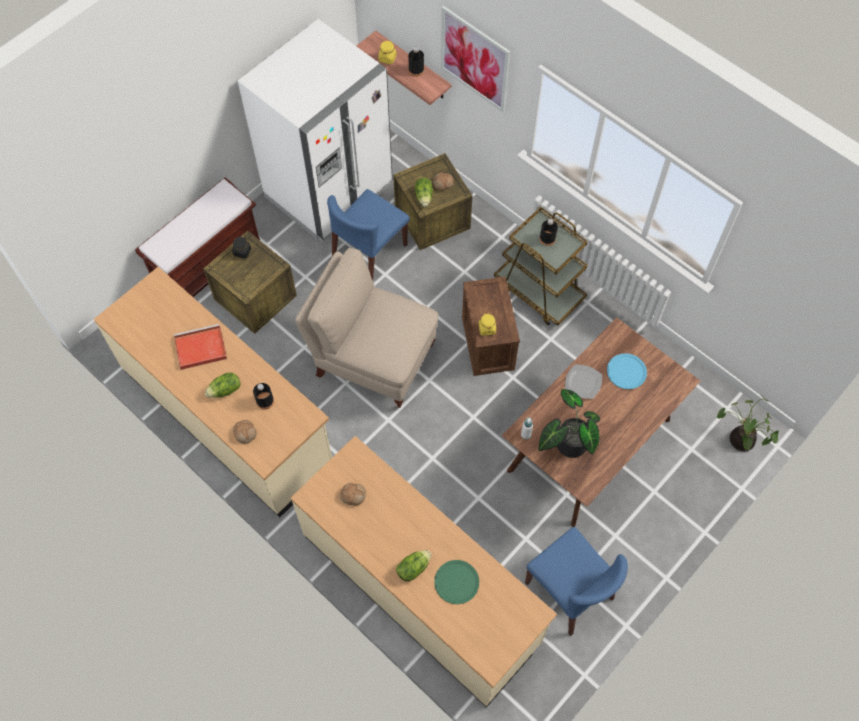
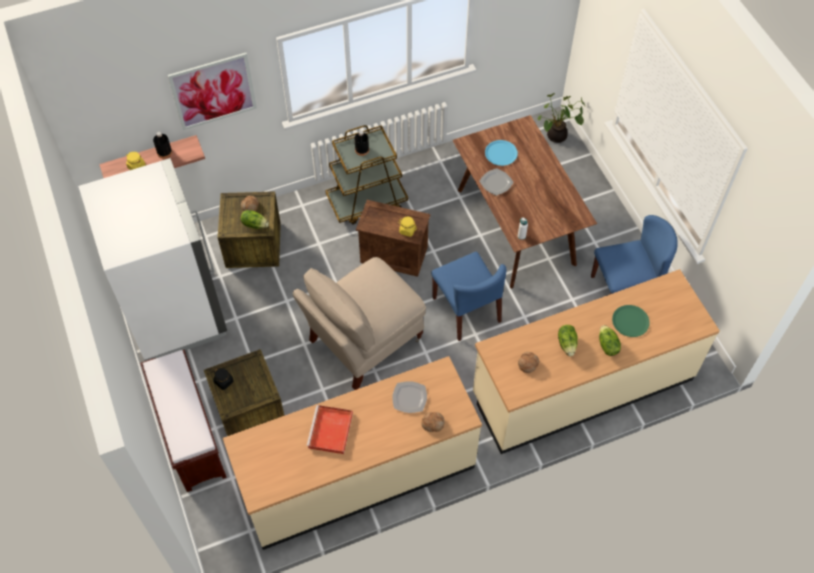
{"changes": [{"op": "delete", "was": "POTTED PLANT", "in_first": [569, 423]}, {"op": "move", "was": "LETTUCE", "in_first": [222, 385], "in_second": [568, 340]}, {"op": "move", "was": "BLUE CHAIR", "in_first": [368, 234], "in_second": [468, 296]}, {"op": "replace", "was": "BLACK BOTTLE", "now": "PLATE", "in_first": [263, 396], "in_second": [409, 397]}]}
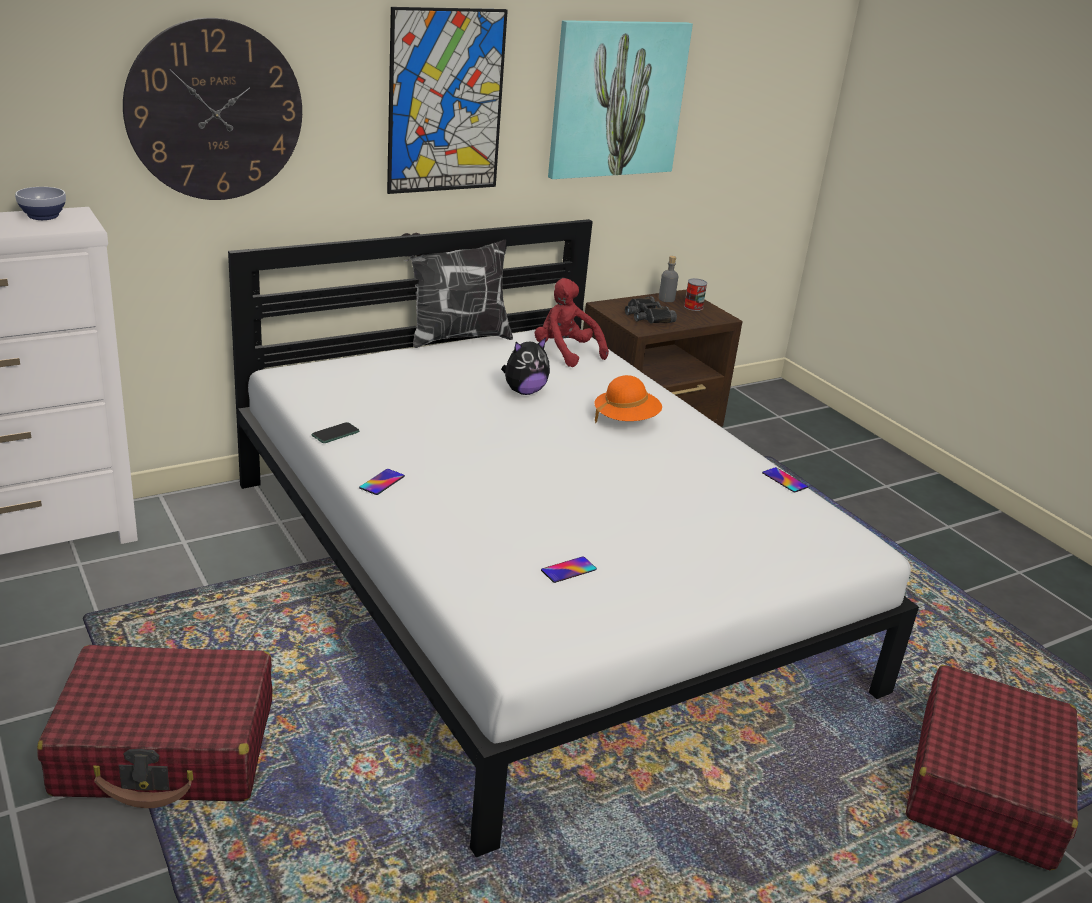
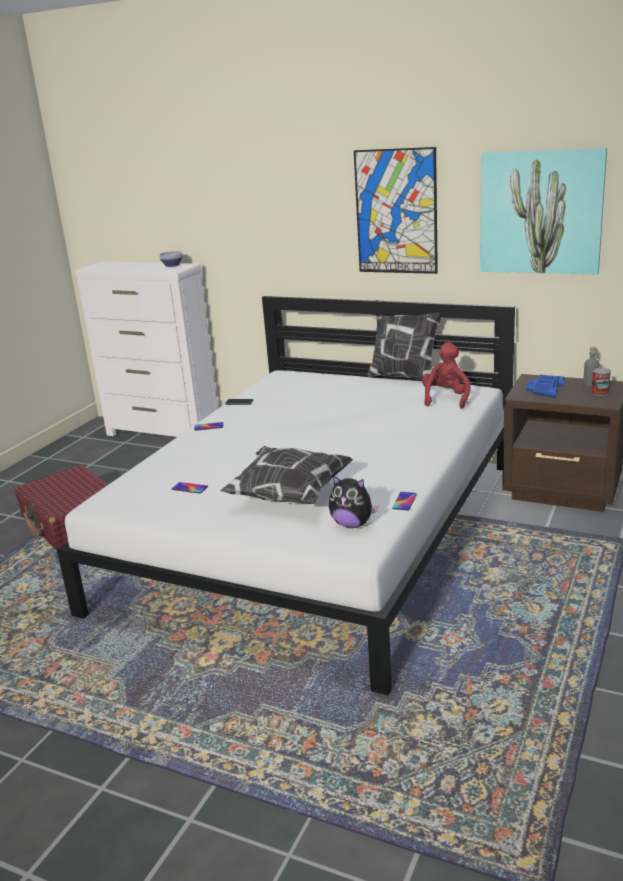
{"changes": [{"op": "delete", "was": "WALL CLOCK", "in_first": [212, 109]}, {"op": "delete", "was": "ORANGE HAT", "in_first": [628, 399]}, {"op": "delete", "was": "RED SUITCASE", "in_first": [994, 768]}, {"op": "insert", "now": "PILLOW", "in_second": [286, 475]}, {"op": "move", "was": "PLUSH TOY", "in_first": [525, 366], "in_second": [354, 501]}, {"op": "recolor", "was": "BLACK BINOCULARS", "now": "BLUE BINOCULARS", "in_first": [651, 310], "in_second": [545, 385]}]}
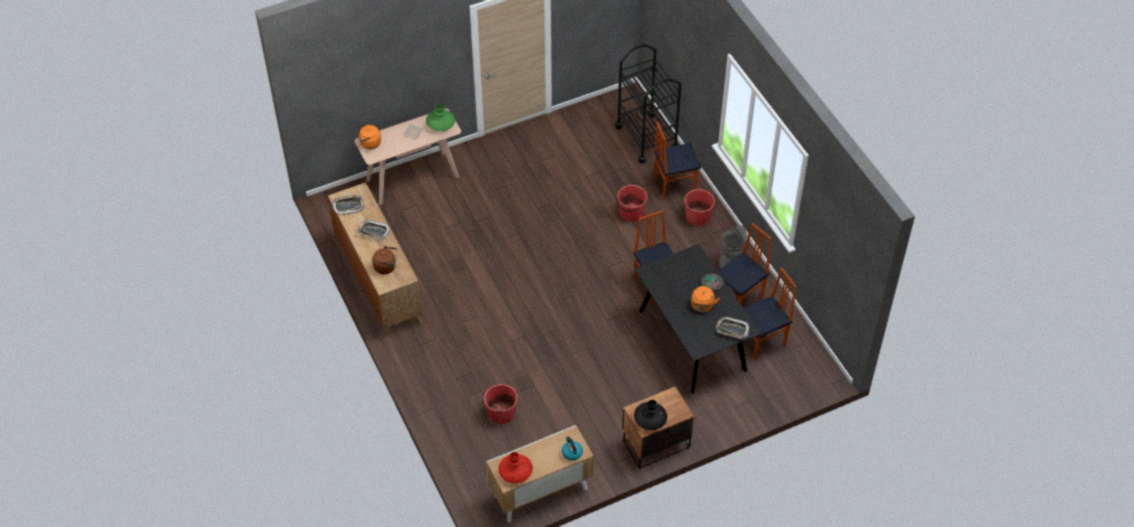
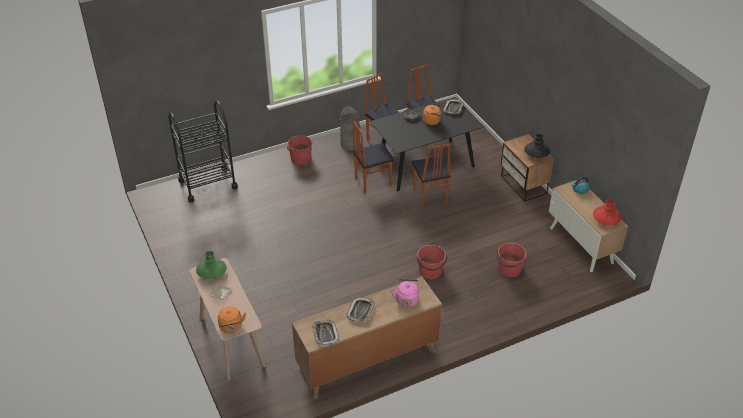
{"changes": [{"op": "move", "was": "RED BUCKET", "in_first": [632, 203], "in_second": [432, 262]}, {"op": "move", "was": "CHAIR", "in_first": [677, 161], "in_second": [431, 176]}, {"op": "recolor", "was": "BROWN KETTLE", "now": "PINK KETTLE", "in_first": [384, 260], "in_second": [405, 293]}]}
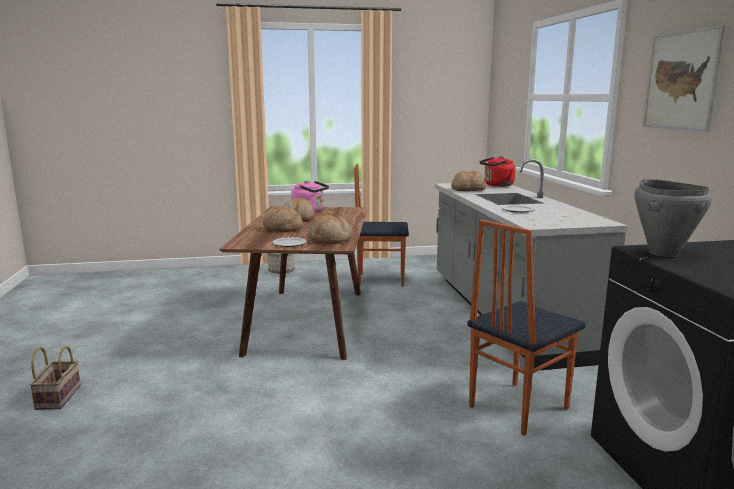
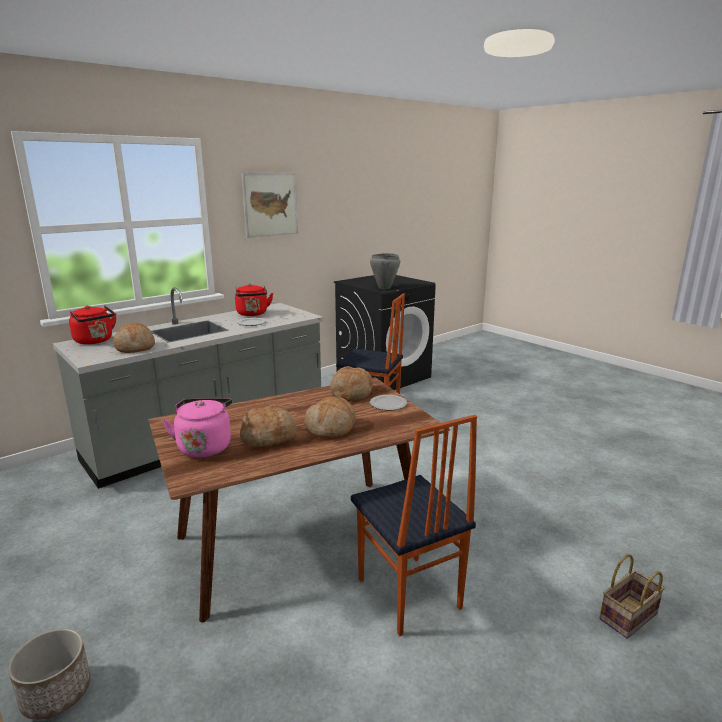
{"changes": [{"op": "insert", "now": "RED KETTLE", "in_second": [254, 300]}, {"op": "move", "was": "CHAIR", "in_first": [381, 225], "in_second": [414, 525]}]}
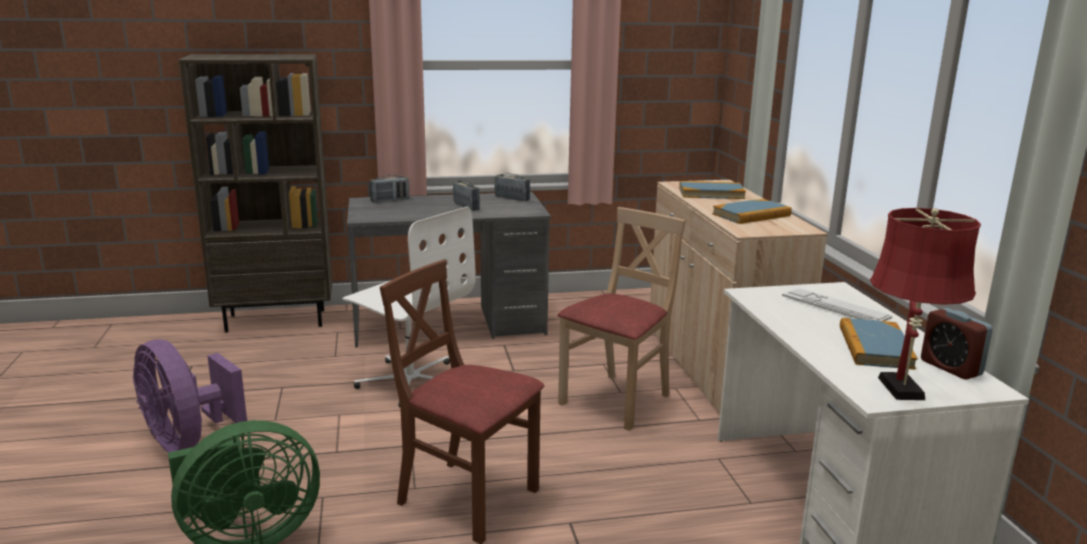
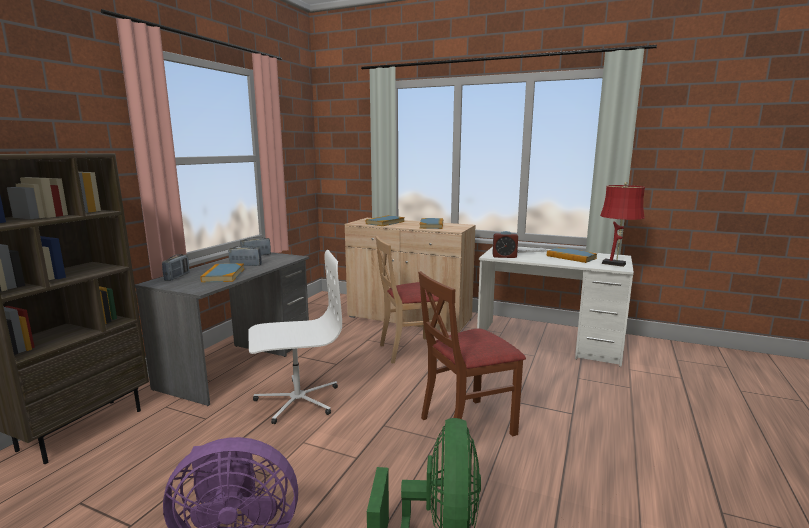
{"changes": [{"op": "insert", "now": "BOOK", "in_second": [222, 273]}, {"op": "move", "was": "ALARM CLOCK", "in_first": [957, 343], "in_second": [505, 244]}, {"op": "rotate", "was": "BEIGE CHAIR", "in_first": [621, 319], "in_second": [411, 300], "clockwise": -90}]}
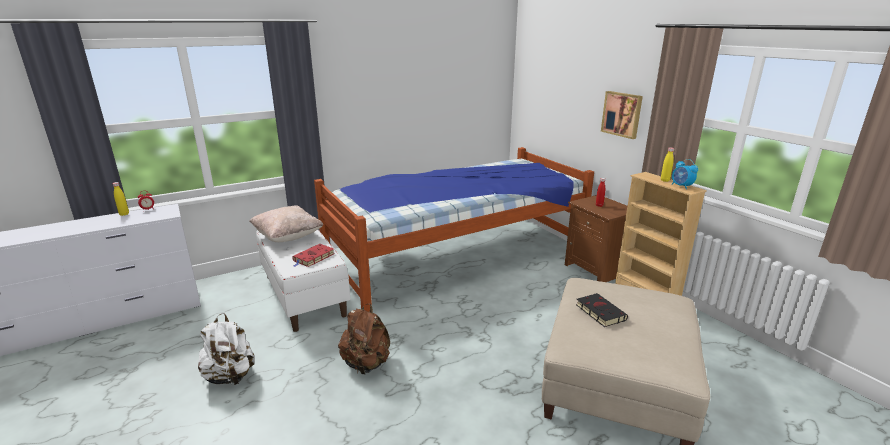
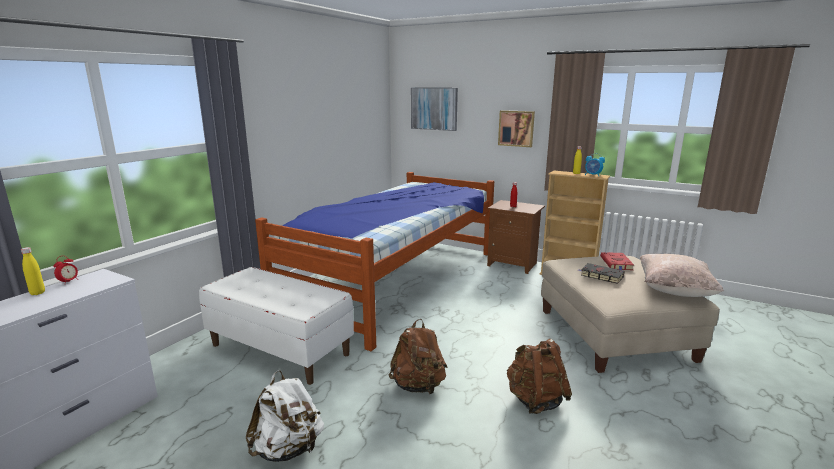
{"changes": [{"op": "insert", "now": "PICTURE", "in_second": [434, 109]}, {"op": "insert", "now": "BROWN BACKPACK", "in_second": [539, 376]}, {"op": "move", "was": "BEIGE PILLOW", "in_first": [286, 223], "in_second": [682, 275]}, {"op": "move", "was": "RED BOOK", "in_first": [313, 255], "in_second": [617, 261]}]}
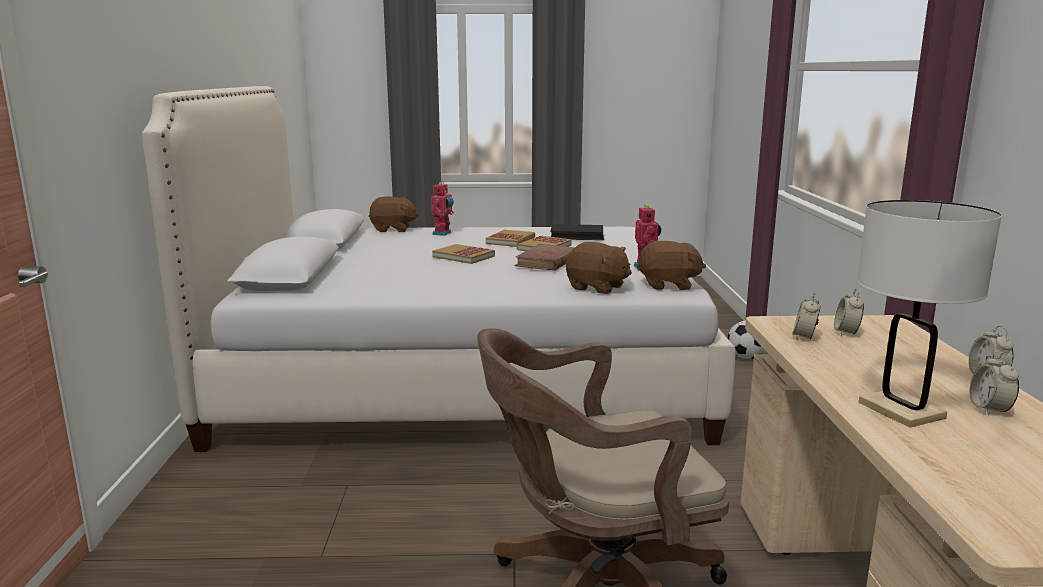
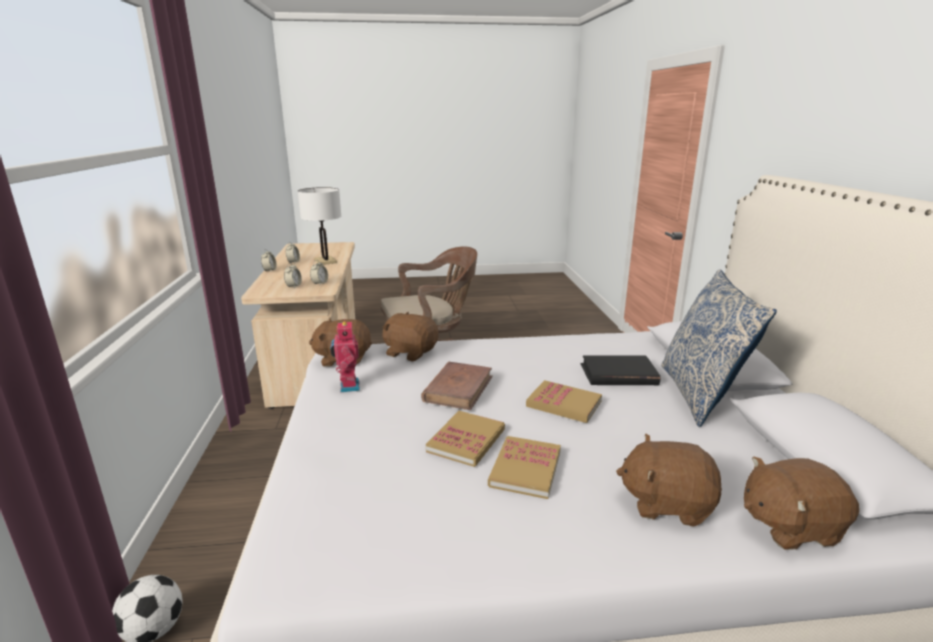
{"changes": [{"op": "insert", "now": "PILLOW", "in_second": [719, 348]}, {"op": "move", "was": "BLACK BOOK", "in_first": [577, 232], "in_second": [620, 370]}, {"op": "replace", "was": "TOY ROBOT", "now": "BROWN PLUSH TOY", "in_first": [442, 209], "in_second": [669, 480]}]}
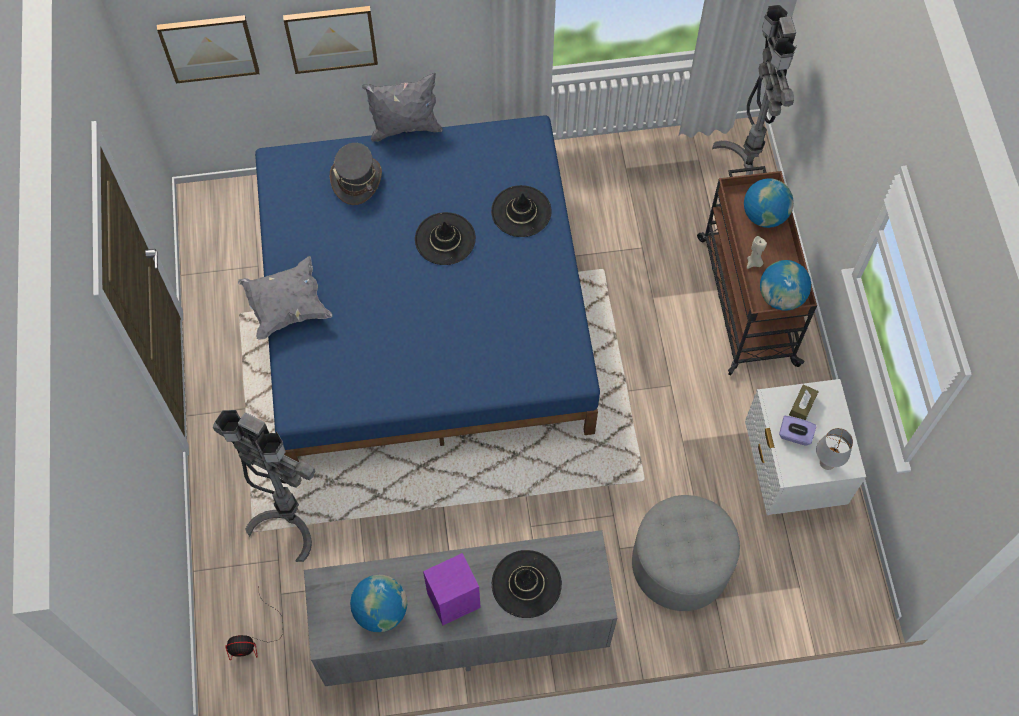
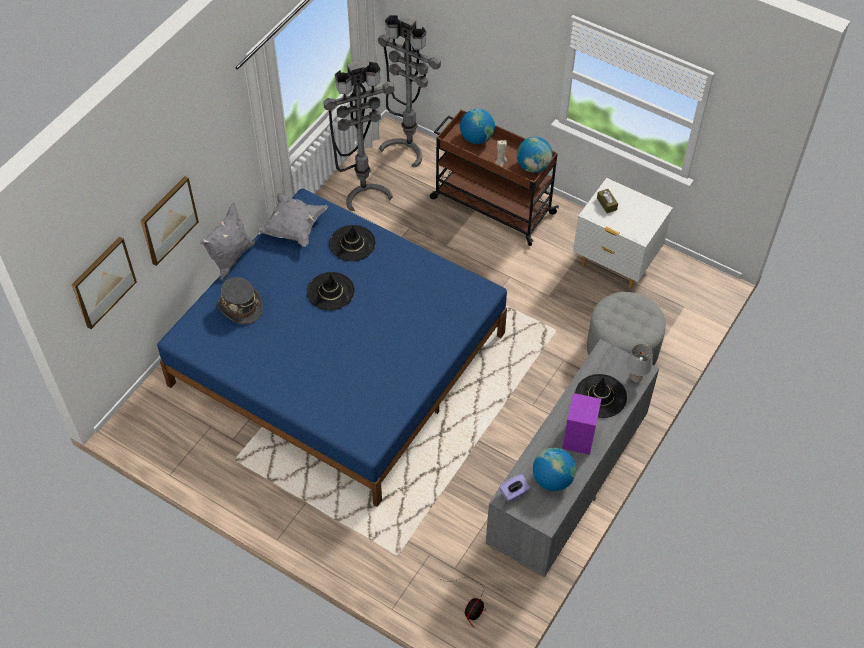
{"changes": [{"op": "move", "was": "GREY FLOOR LAMP", "in_first": [264, 486], "in_second": [358, 136]}, {"op": "move", "was": "GREY PILLOW", "in_first": [285, 298], "in_second": [292, 220]}, {"op": "move", "was": "PURPLE TISSUE BOX", "in_first": [798, 431], "in_second": [514, 488]}, {"op": "move", "was": "GREY TABLE LAMP", "in_first": [834, 449], "in_second": [639, 363]}]}
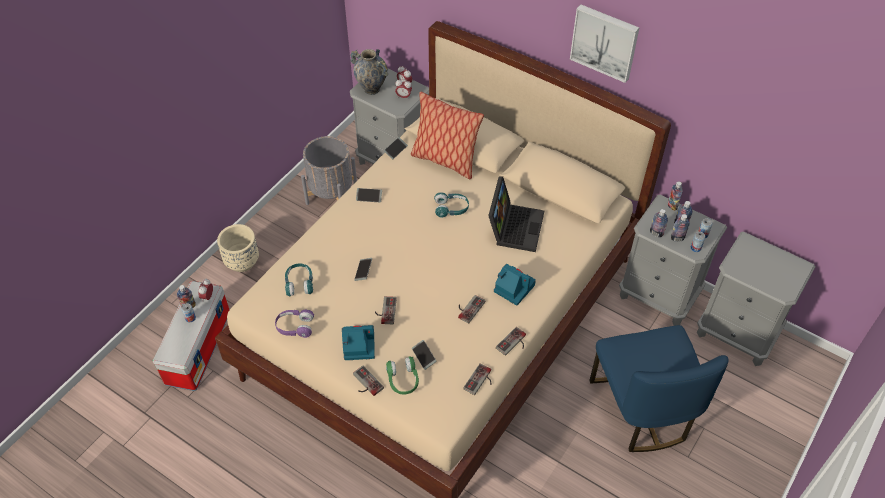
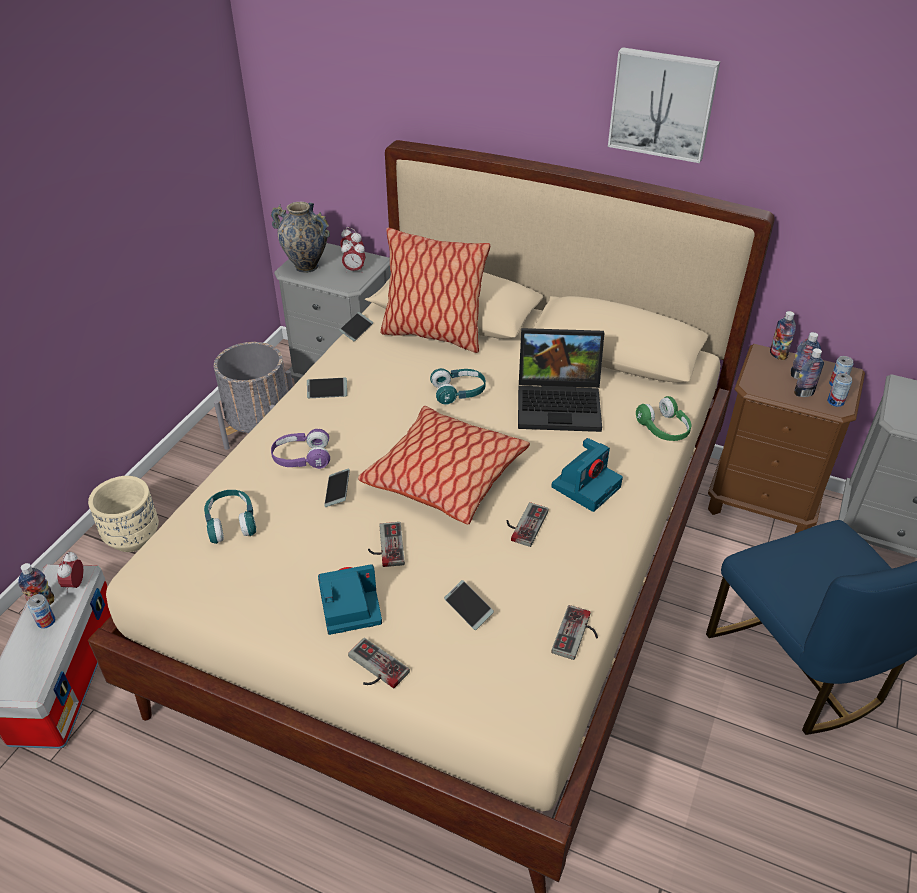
{"changes": [{"op": "delete", "was": "GAME CONTROLLER", "in_first": [511, 341]}, {"op": "delete", "was": "BOTTLE", "in_first": [659, 223]}, {"op": "insert", "now": "PILLOW", "in_second": [444, 465]}, {"op": "move", "was": "PURPLE HEADPHONES", "in_first": [294, 324], "in_second": [300, 449]}, {"op": "move", "was": "GREEN HEADPHONES", "in_first": [402, 375], "in_second": [663, 418]}, {"op": "recolor", "was": "GREY NIGHTSTAND", "now": "BROWN NIGHTSTAND", "in_first": [673, 260], "in_second": [786, 439]}, {"op": "rotate", "was": "LAPTOP", "in_first": [516, 214], "in_second": [561, 380], "clockwise": 90}, {"op": "rotate", "was": "PHOTO CAMERA", "in_first": [515, 285], "in_second": [587, 475], "clockwise": 105}]}
